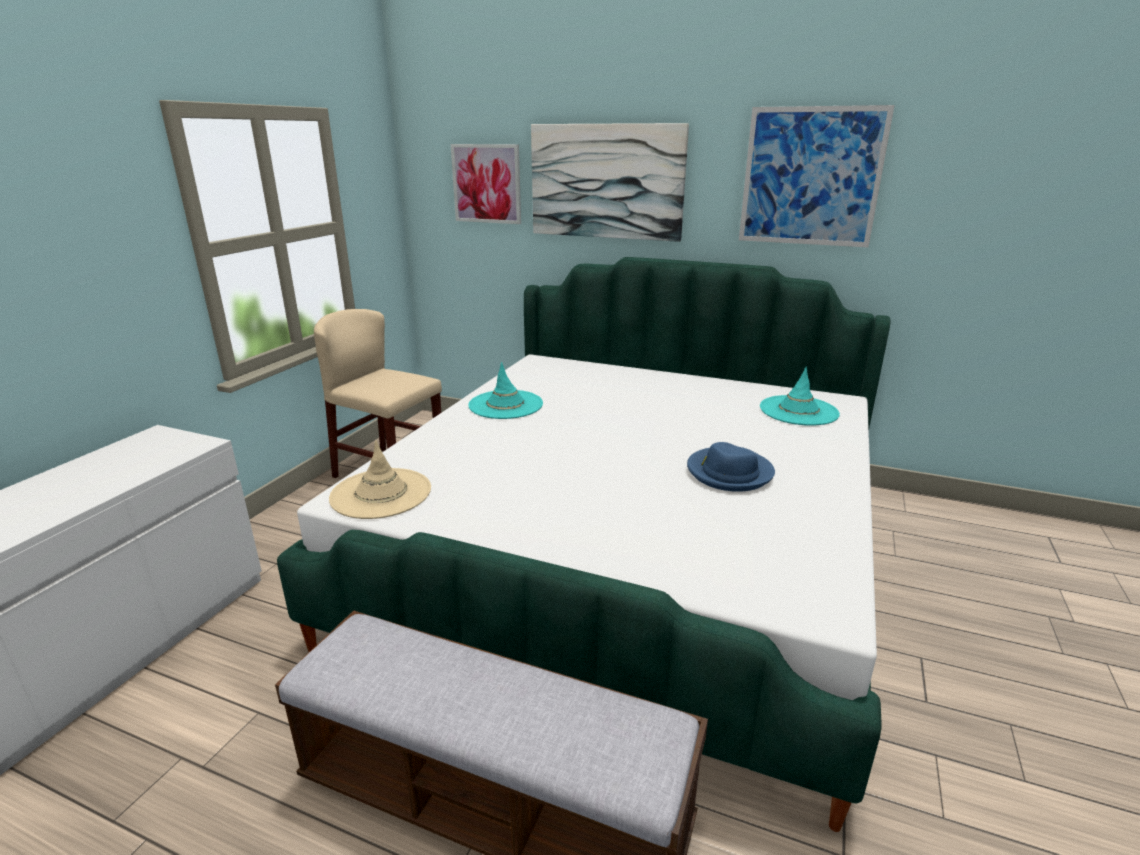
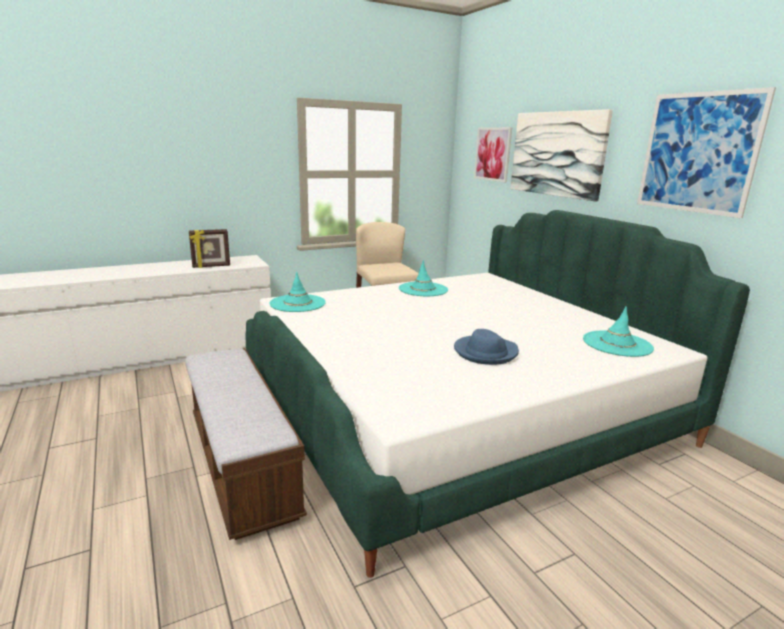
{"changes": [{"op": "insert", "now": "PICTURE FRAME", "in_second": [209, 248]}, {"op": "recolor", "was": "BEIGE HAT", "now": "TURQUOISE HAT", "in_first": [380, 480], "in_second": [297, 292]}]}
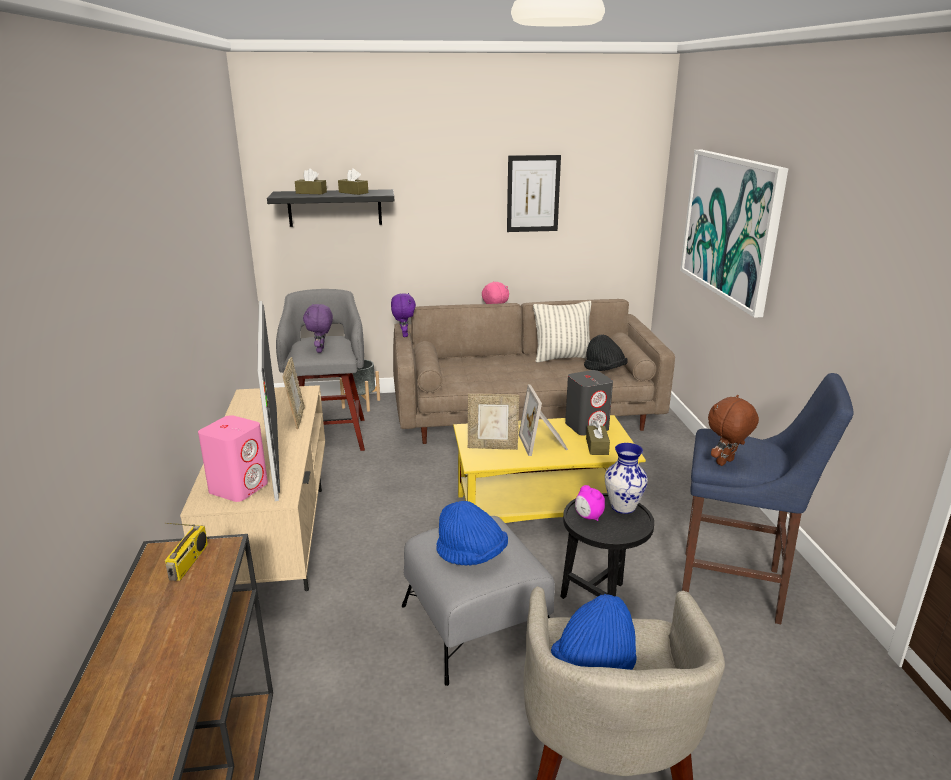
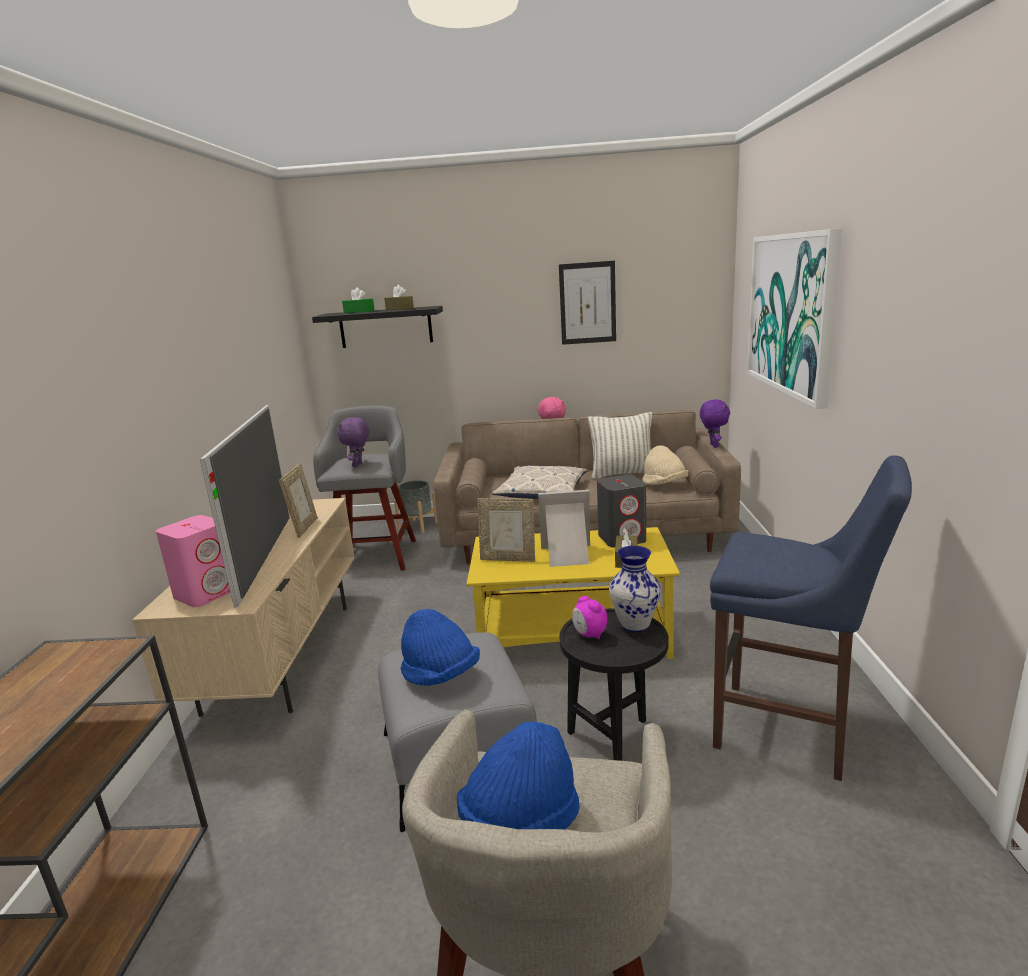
{"changes": [{"op": "delete", "was": "RADIO", "in_first": [186, 552]}, {"op": "delete", "was": "BROWN PLUSH TOY", "in_first": [733, 430]}, {"op": "insert", "now": "PILLOW", "in_second": [539, 482]}, {"op": "move", "was": "PURPLE PLUSH TOY", "in_first": [403, 315], "in_second": [715, 424]}, {"op": "recolor", "was": "BROWN TISSUE BOX", "now": "GREEN TISSUE BOX", "in_first": [311, 181], "in_second": [358, 300]}, {"op": "recolor", "was": "BLACK HAT", "now": "BEIGE HAT", "in_first": [605, 353], "in_second": [665, 465]}, {"op": "rotate", "was": "PICTURE FRAME", "in_first": [543, 420], "in_second": [564, 528], "clockwise": 90}]}
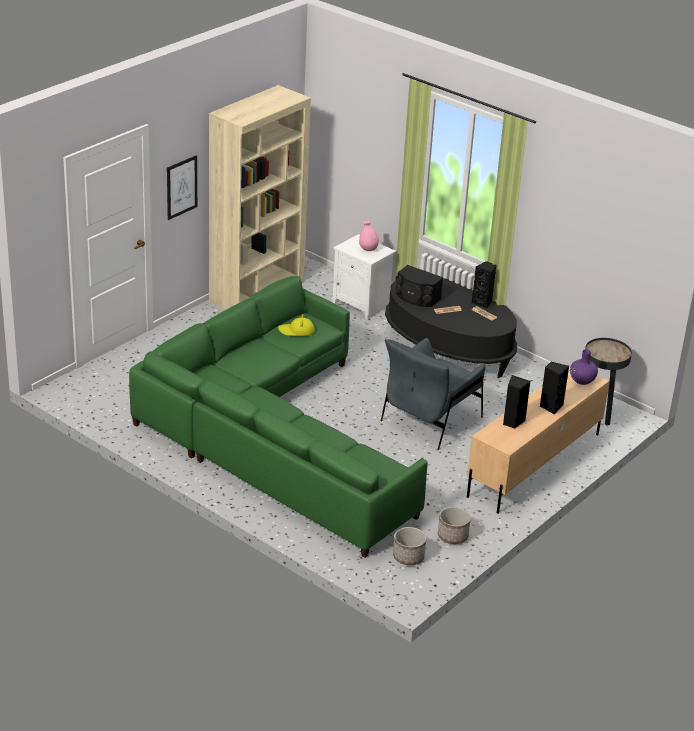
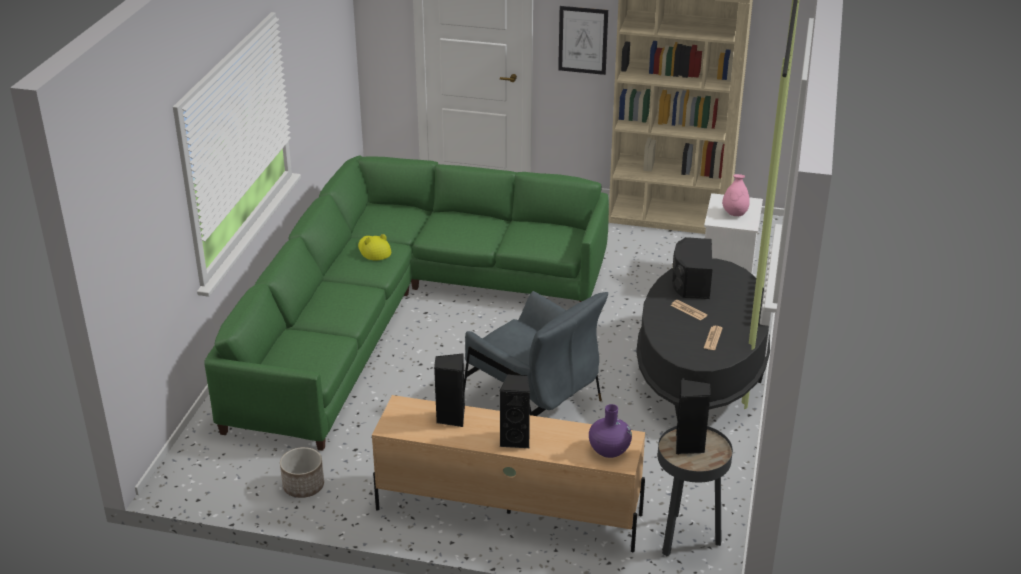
{"changes": [{"op": "delete", "was": "PLANTER", "in_first": [409, 546]}, {"op": "move", "was": "YELLOW HAT", "in_first": [296, 325], "in_second": [374, 247]}, {"op": "move", "was": "BLACK SPEAKER", "in_first": [484, 284], "in_second": [693, 416]}, {"op": "rotate", "was": "GREY ARMCHAIR", "in_first": [433, 394], "in_second": [536, 353], "clockwise": -150}]}
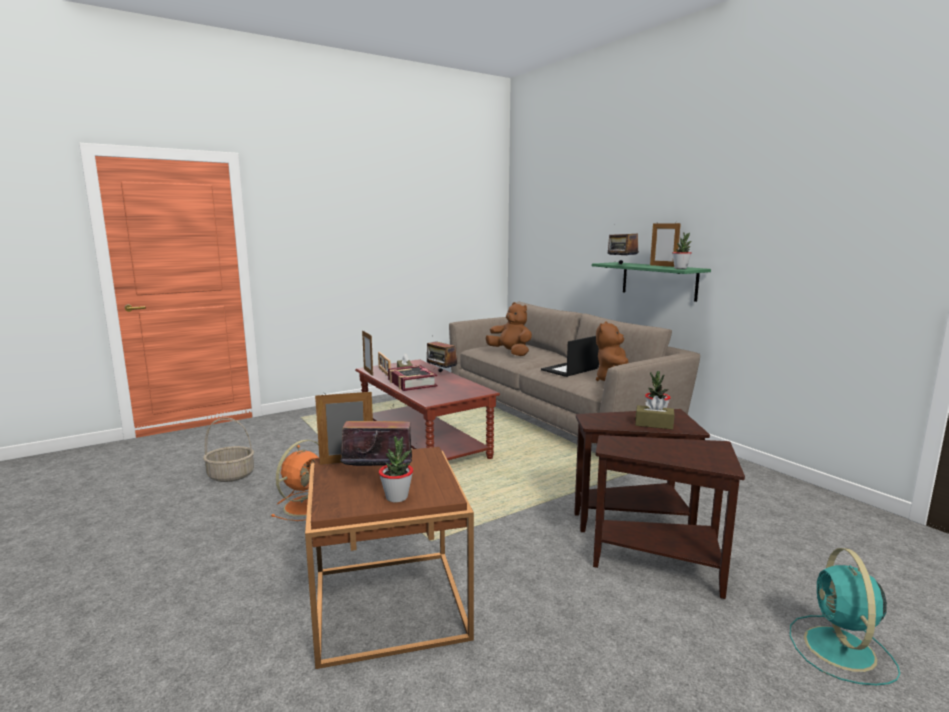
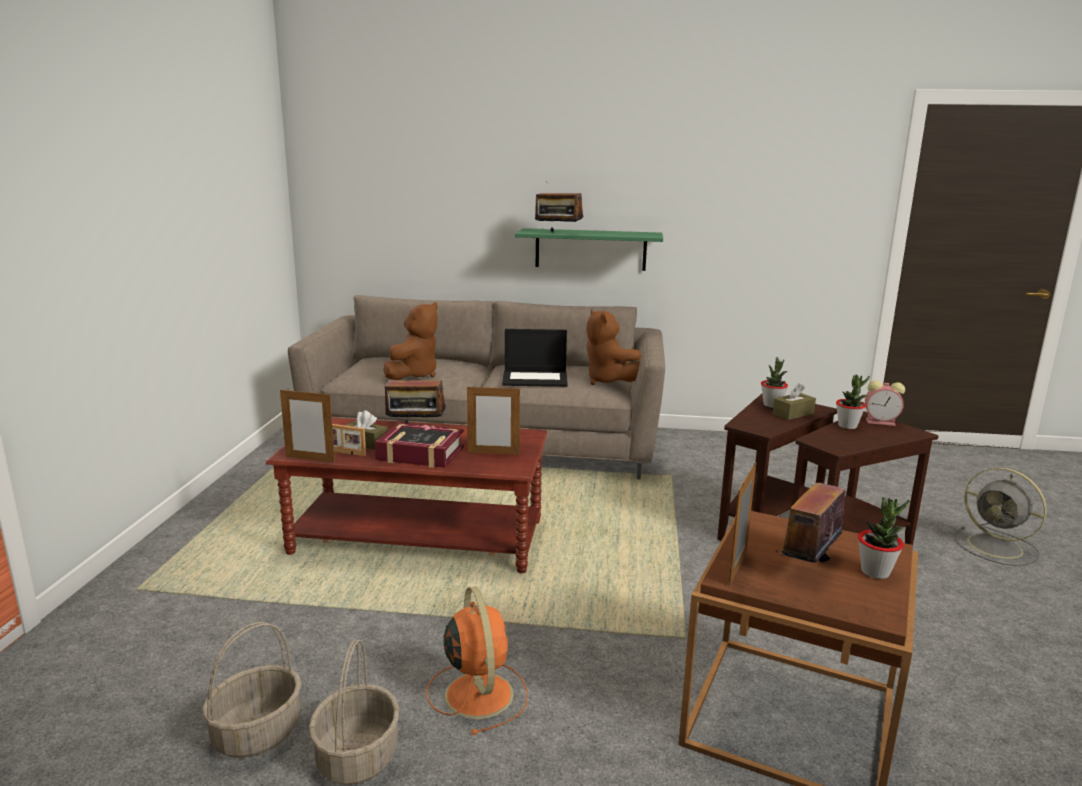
{"changes": [{"op": "insert", "now": "BASKET", "in_second": [354, 712]}, {"op": "insert", "now": "ALARM CLOCK", "in_second": [885, 403]}, {"op": "move", "was": "PICTURE FRAME", "in_first": [665, 245], "in_second": [493, 420]}, {"op": "move", "was": "POTTED PLANT", "in_first": [682, 250], "in_second": [853, 402]}, {"op": "recolor", "was": "TURQUOISE FAN", "now": "GREY FAN", "in_first": [845, 616], "in_second": [1001, 516]}, {"op": "rotate", "was": "BROWN PLUSH TOY", "in_first": [509, 329], "in_second": [410, 341], "clockwise": 120}, {"op": "rotate", "was": "LAPTOP", "in_first": [570, 356], "in_second": [535, 358], "clockwise": -90}]}
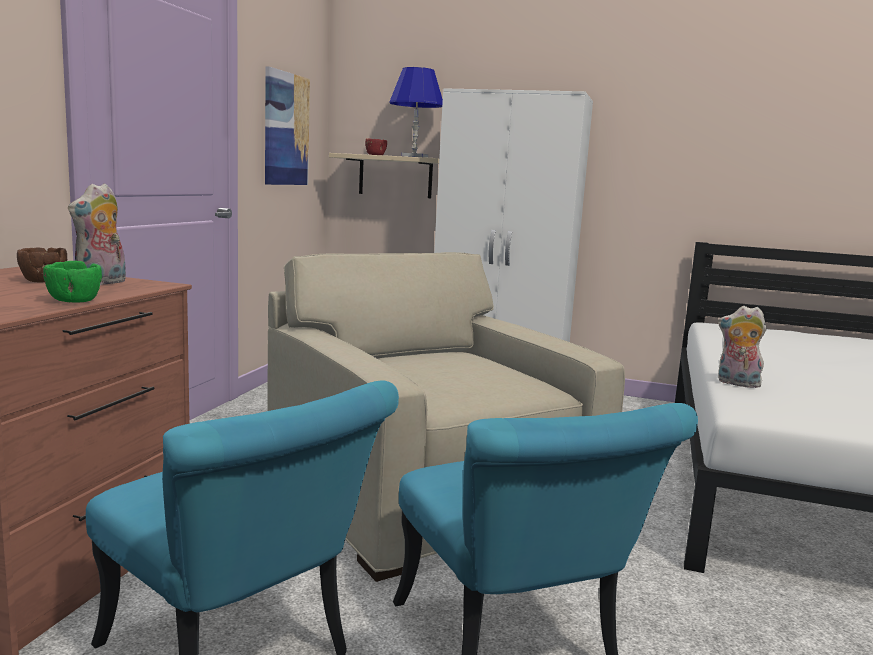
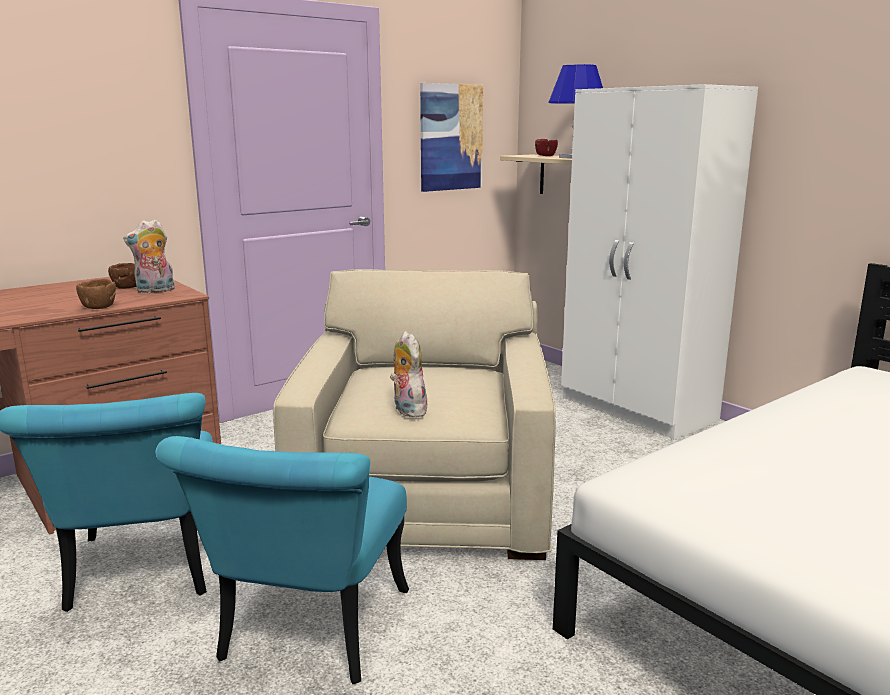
{"changes": [{"op": "move", "was": "PLUSH TOY", "in_first": [742, 347], "in_second": [409, 374]}, {"op": "recolor", "was": "GREEN BOWL", "now": "BROWN BOWL", "in_first": [72, 282], "in_second": [96, 294]}]}
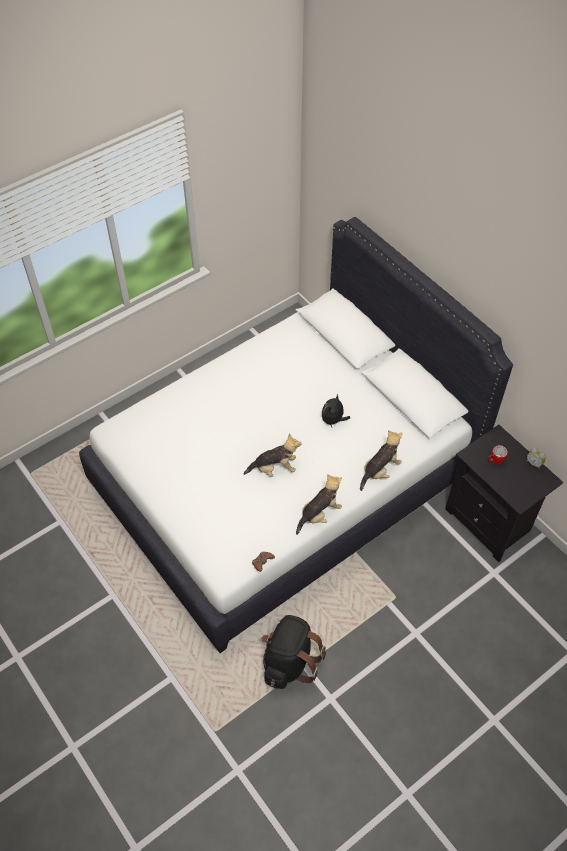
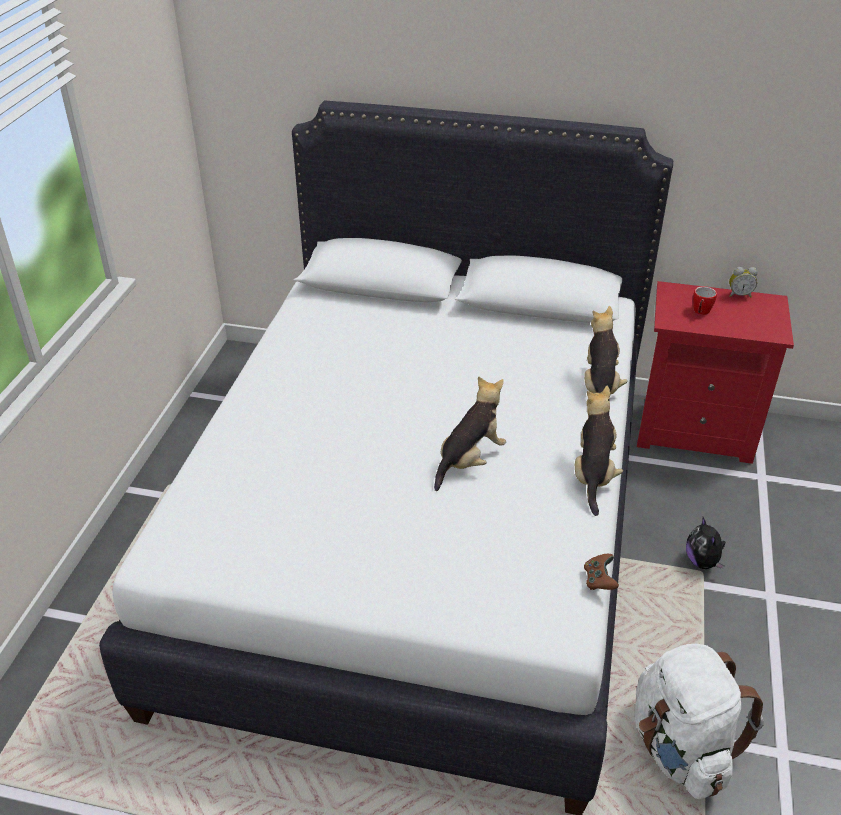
{"changes": [{"op": "move", "was": "PLUSH TOY", "in_first": [336, 410], "in_second": [705, 543]}, {"op": "recolor", "was": "BLACK BACKPACK", "now": "WHITE BACKPACK", "in_first": [293, 652], "in_second": [699, 721]}, {"op": "recolor", "was": "BLACK NIGHTSTAND", "now": "RED NIGHTSTAND", "in_first": [504, 493], "in_second": [715, 372]}]}
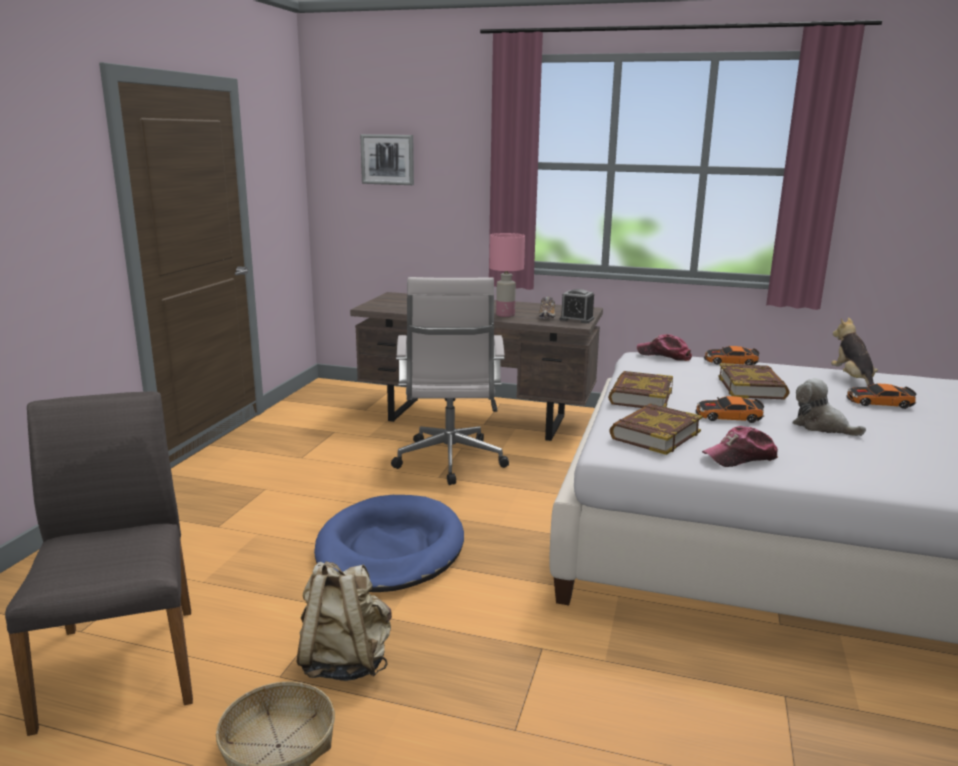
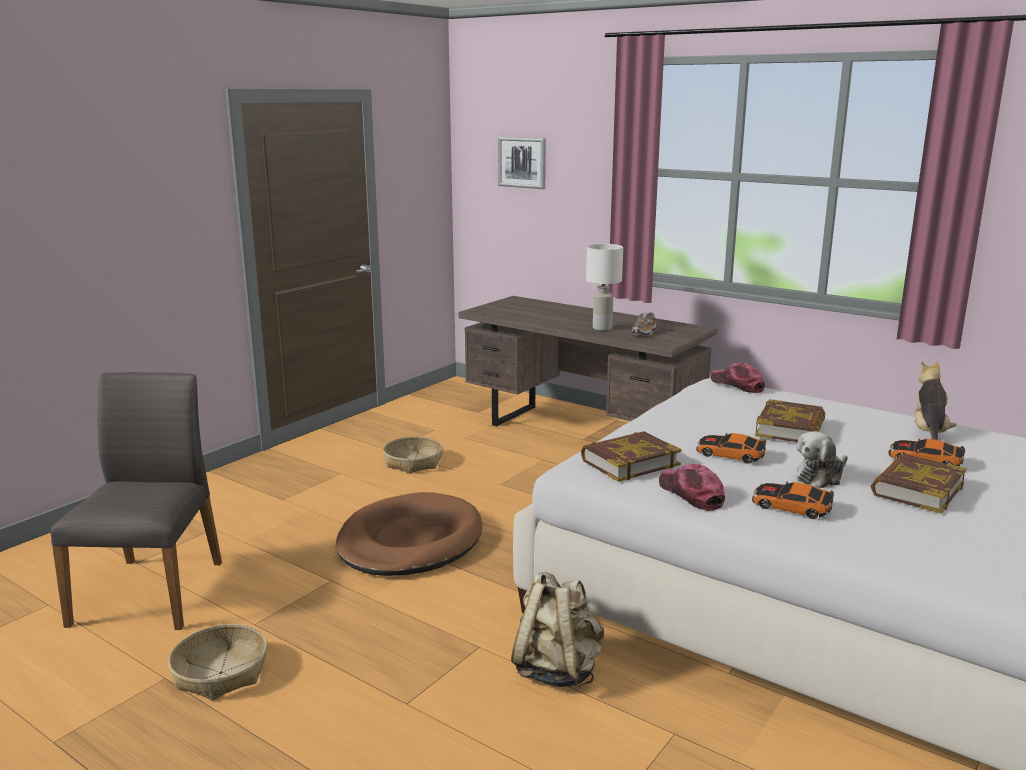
{"changes": [{"op": "delete", "was": "WHITE OFFICE CHAIR", "in_first": [450, 381]}, {"op": "delete", "was": "ALARM CLOCK", "in_first": [577, 306]}, {"op": "insert", "now": "BASKET", "in_second": [413, 455]}, {"op": "move", "was": "BEIGE BACKPACK", "in_first": [344, 621], "in_second": [557, 629]}, {"op": "move", "was": "BOOK", "in_first": [640, 389], "in_second": [919, 483]}, {"op": "move", "was": "TOY CAR", "in_first": [732, 355], "in_second": [793, 500]}, {"op": "recolor", "was": "BLUE DOG BED", "now": "BROWN DOG BED", "in_first": [389, 543], "in_second": [409, 534]}, {"op": "recolor", "was": "PINK TABLE LAMP", "now": "WHITE TABLE LAMP", "in_first": [507, 275], "in_second": [604, 287]}, {"op": "rotate", "was": "CAP", "in_first": [740, 446], "in_second": [692, 487], "clockwise": 60}, {"op": "rotate", "was": "PLUSH TOY", "in_first": [829, 407], "in_second": [822, 459], "clockwise": -105}]}
